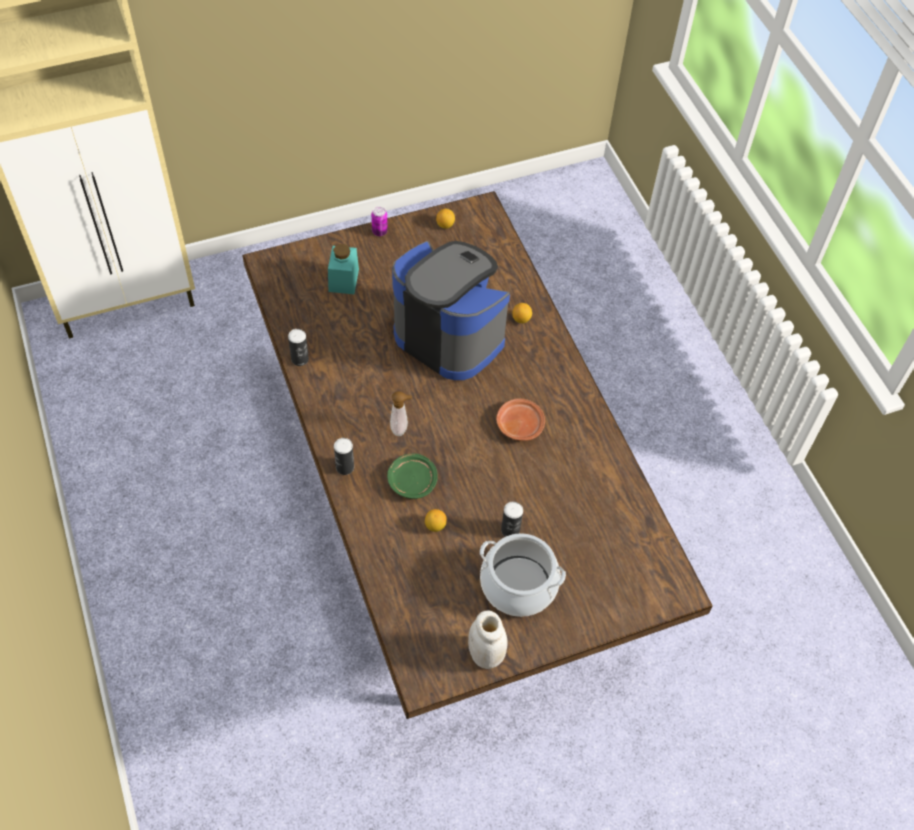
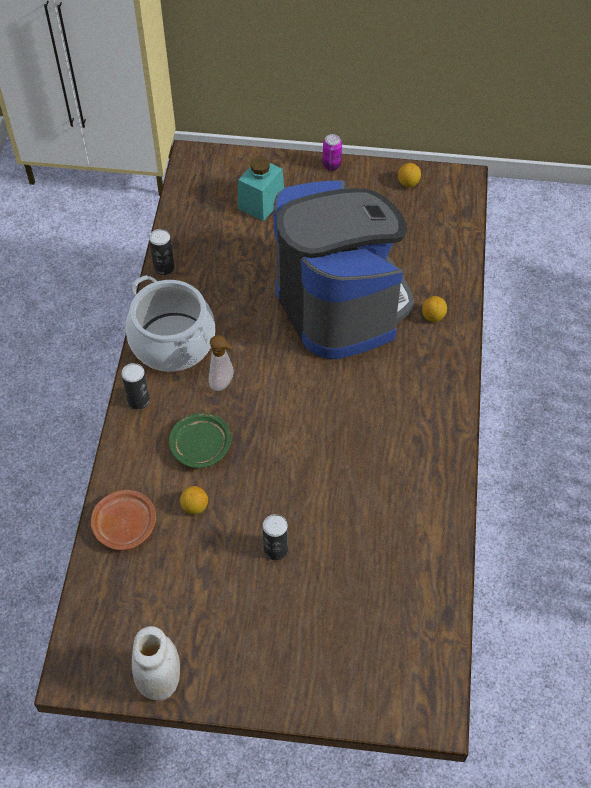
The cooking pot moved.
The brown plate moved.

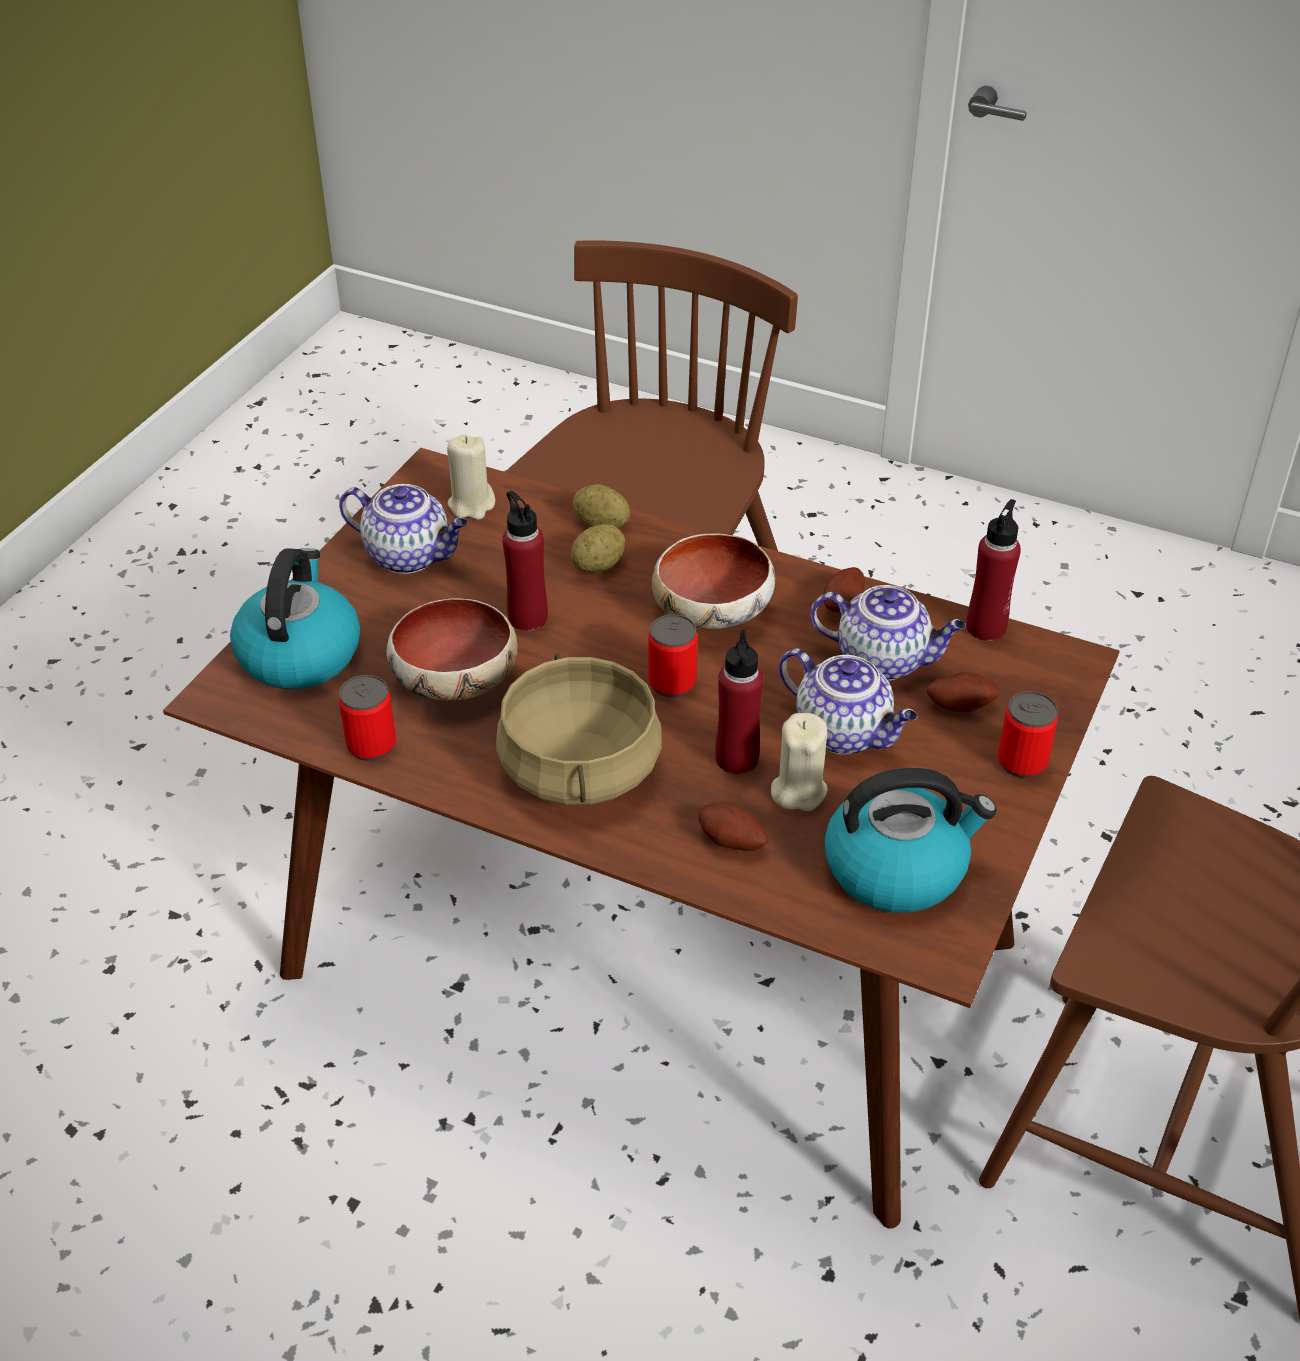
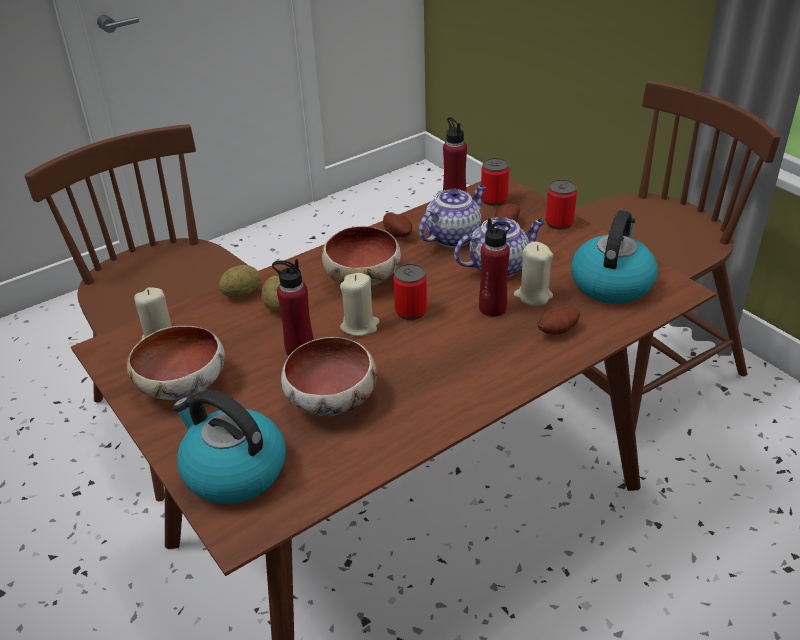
The teapot (no. 1 from left) was replaced by the bowl (no. 1 from left).
The can (no. 1 from left in the first image) moved.
The beige cooking pot disappeared.
The beige candle (no. 2 from left) appeared.

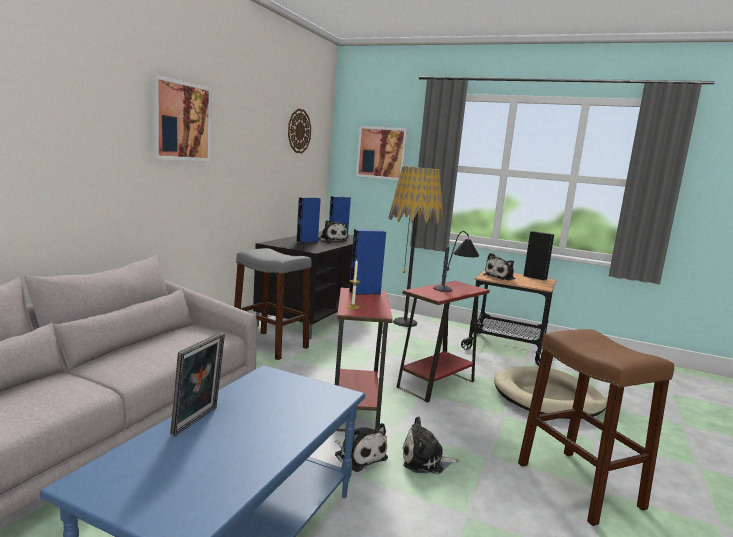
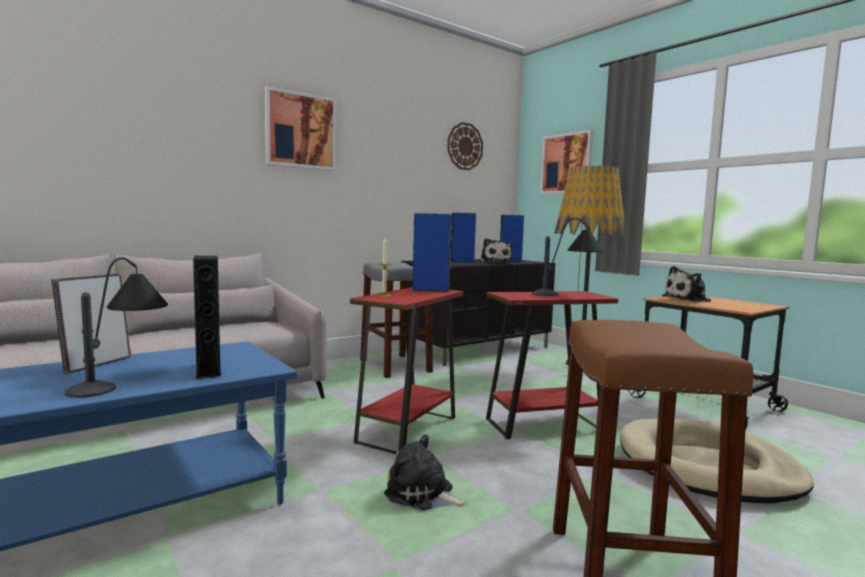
The picture frame turned 150 degrees clockwise.
The plush toy (no. 2 from left) disappeared.
The black speaker moved.
The table lamp (no. 1 from left) appeared.

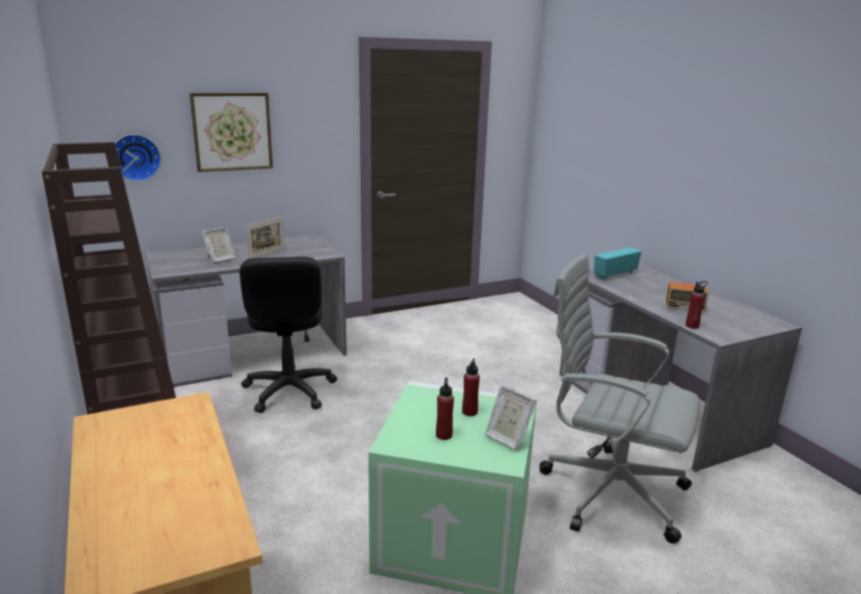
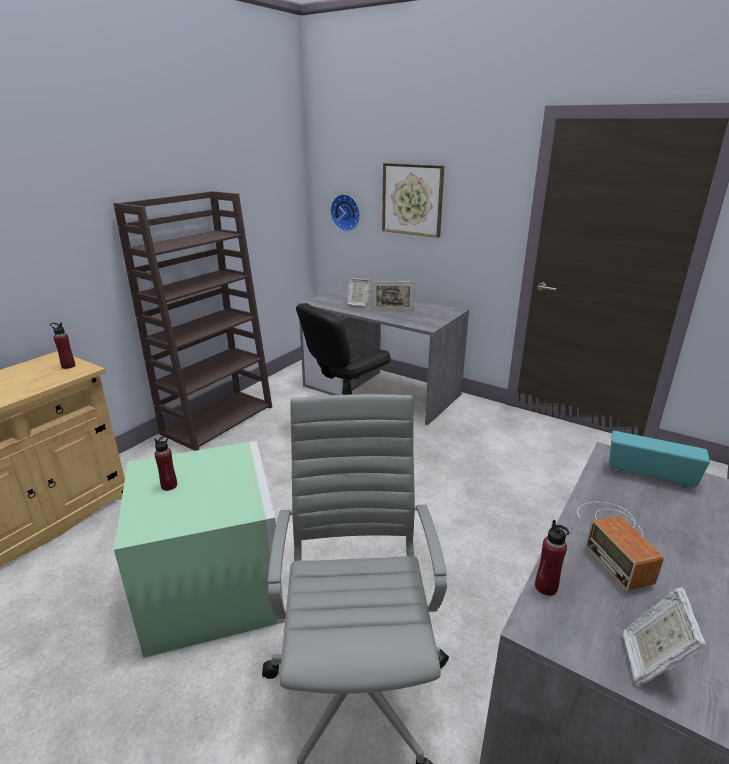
The red bottle (no. 2 from left in the first image) moved.
The picture frame (no. 3 from left) moved.

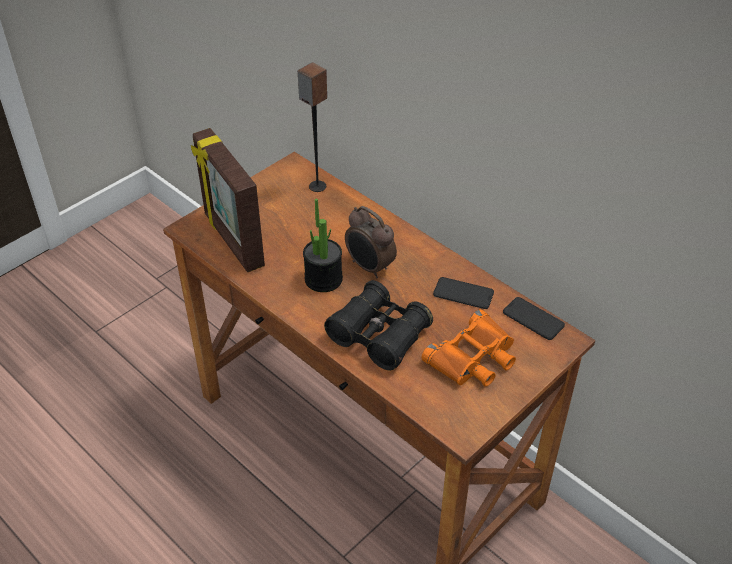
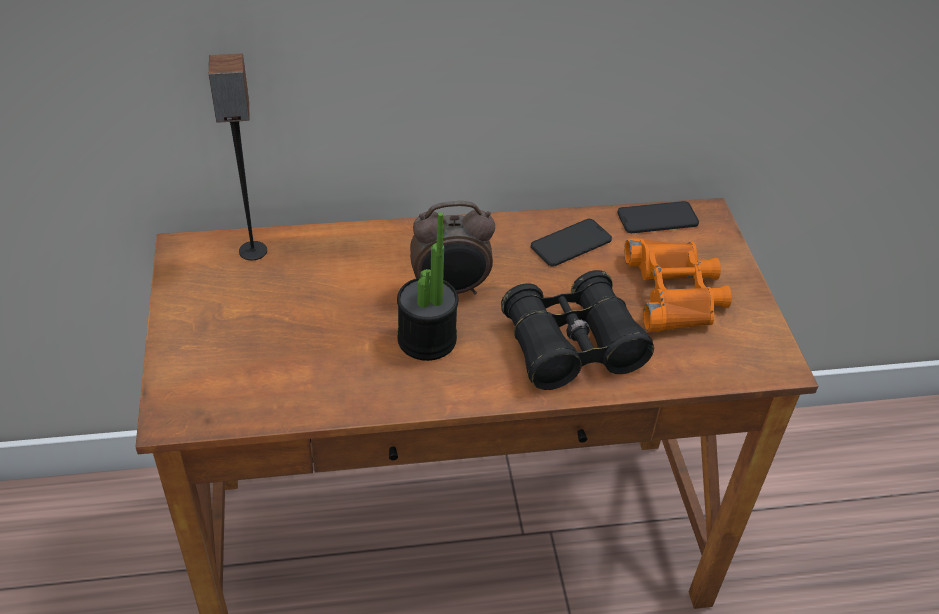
The picture frame disappeared.

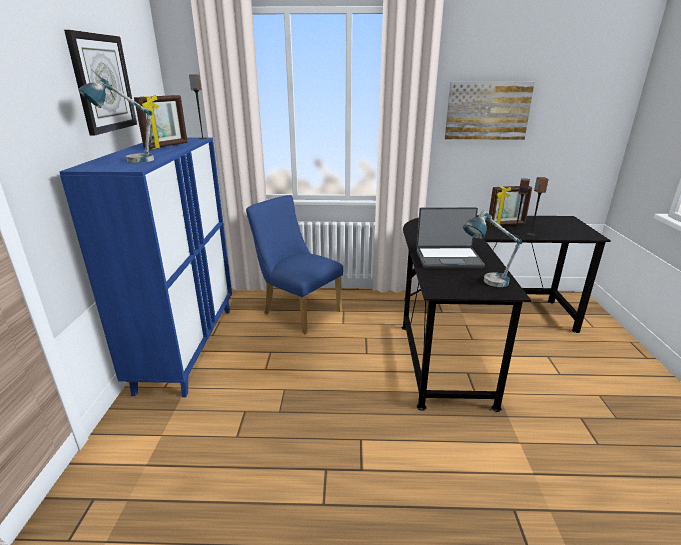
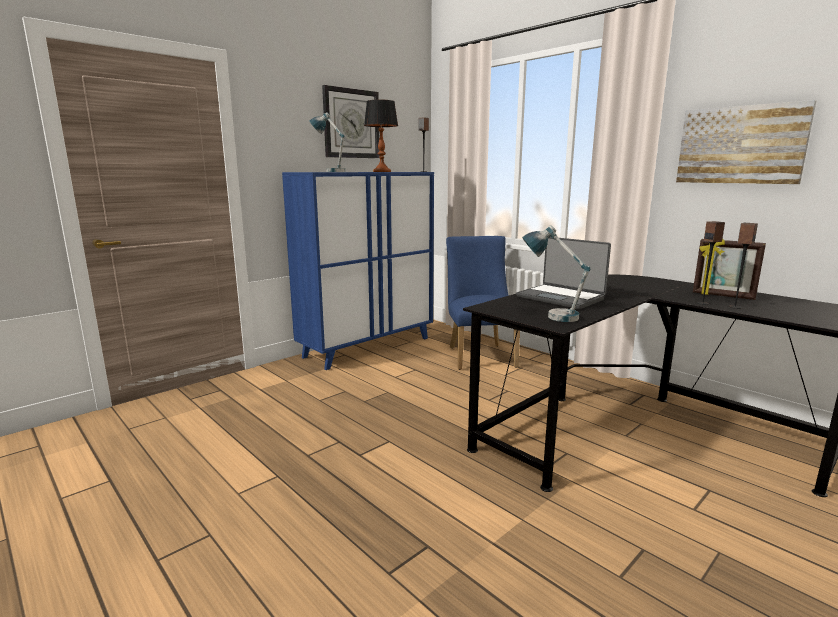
The picture frame (no. 1 from left) was replaced by the table lamp (no. 2 from left).

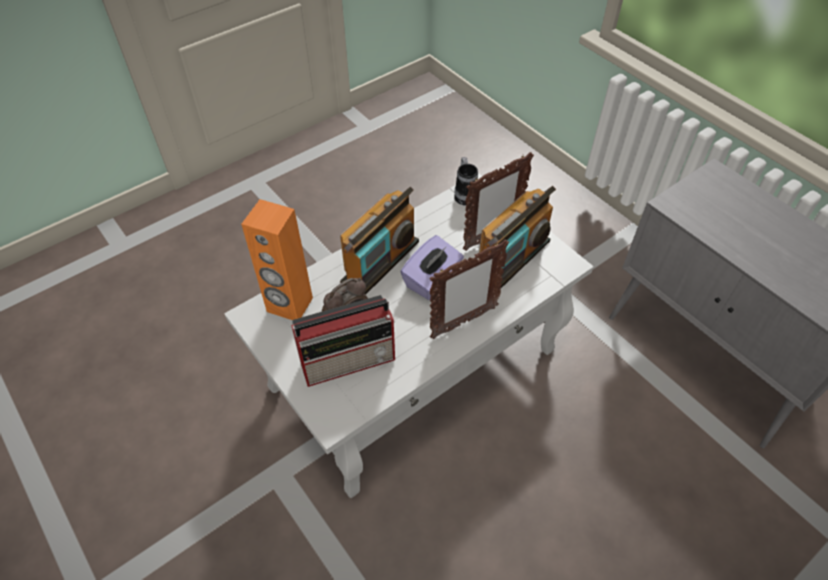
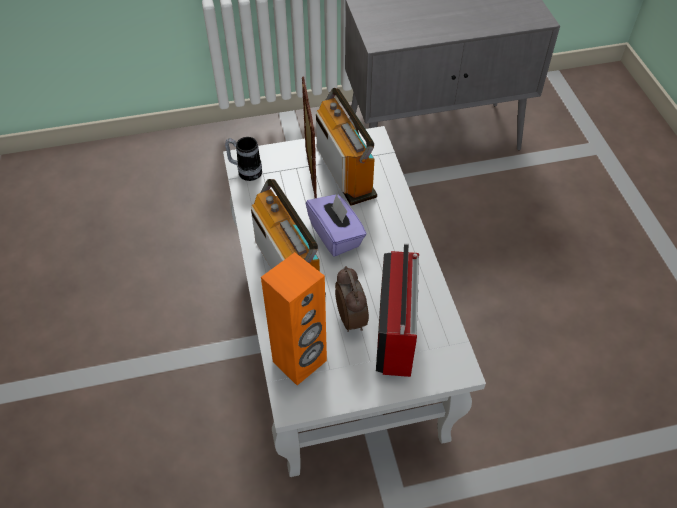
The picture frame (no. 1 from left) disappeared.

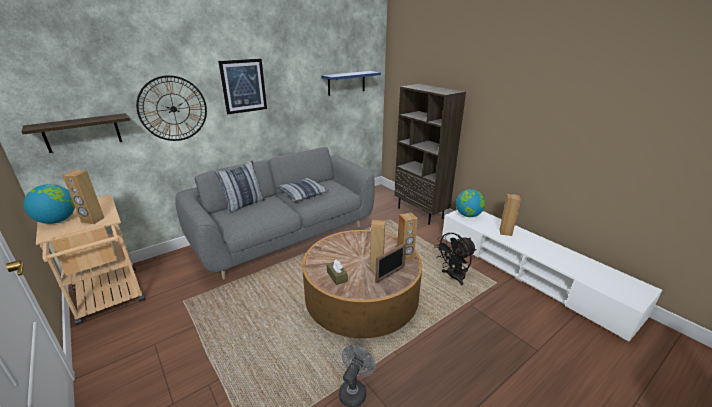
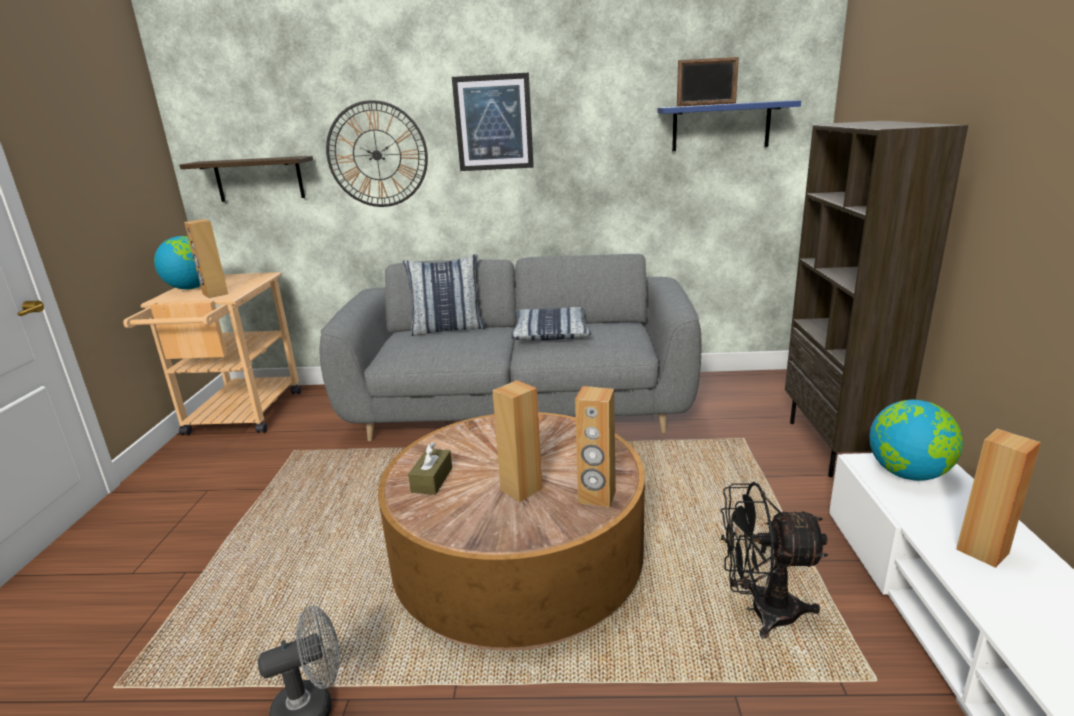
The picture frame moved.

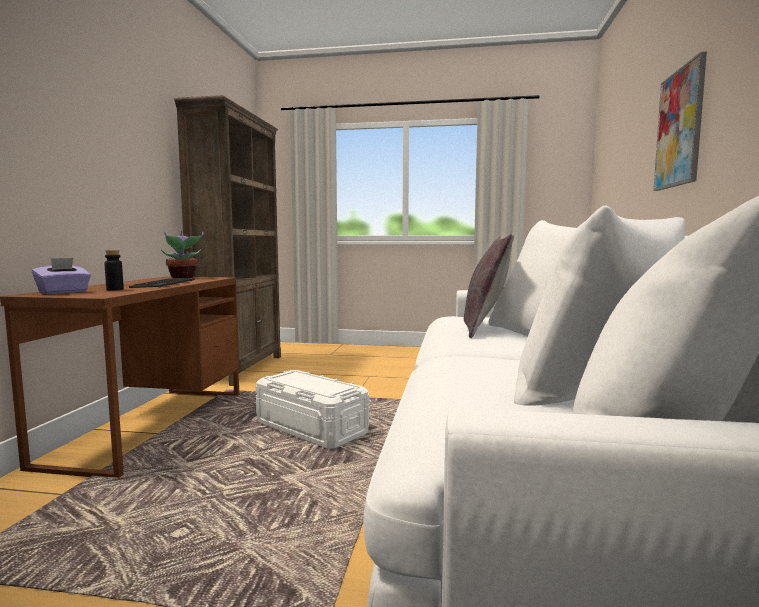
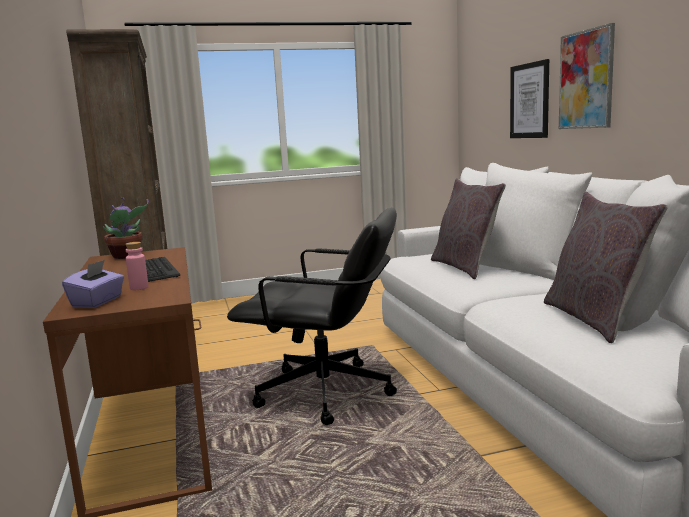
The black bottle became the pink bottle.
The white storage box was replaced by the black office chair.
The picture (no. 1 from left) appeared.
The grey pillow (no. 2 from left) appeared.

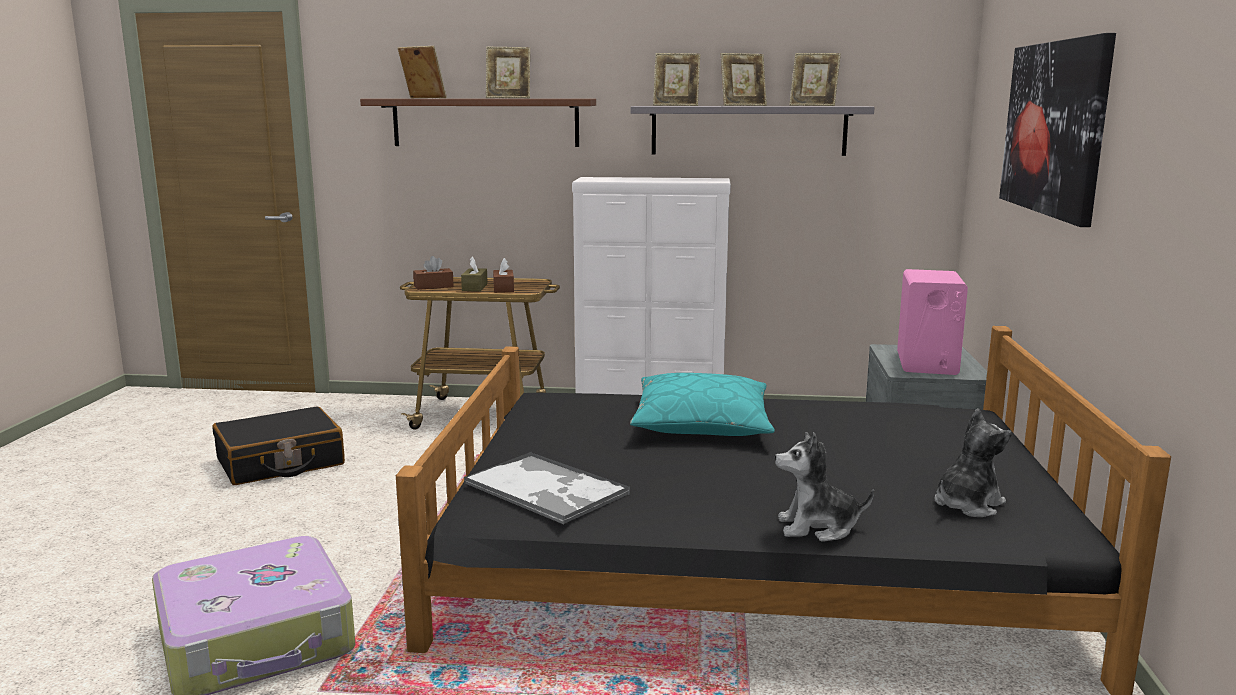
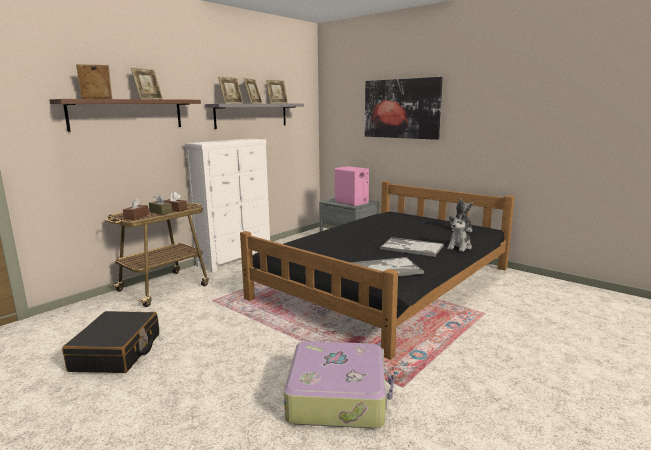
The turquoise pillow disappeared.
The tray (no. 2 from left) appeared.

